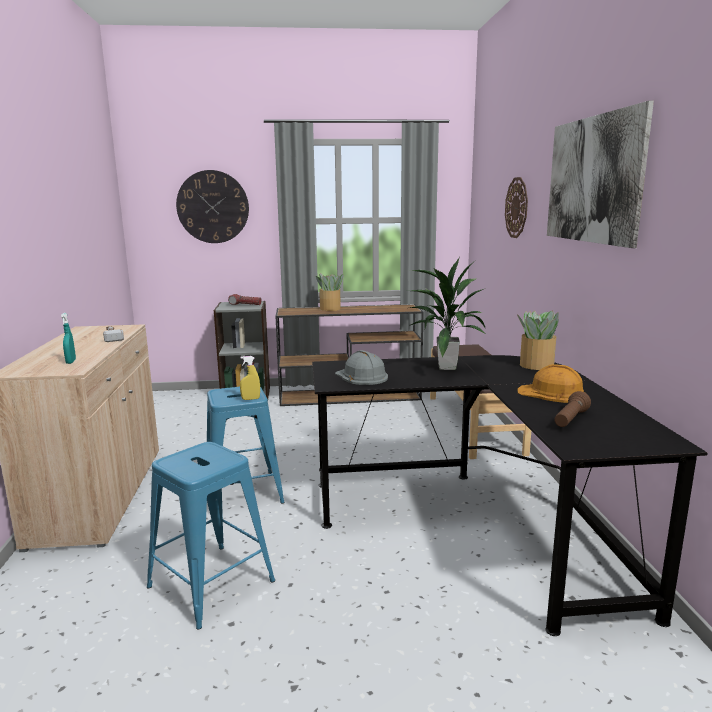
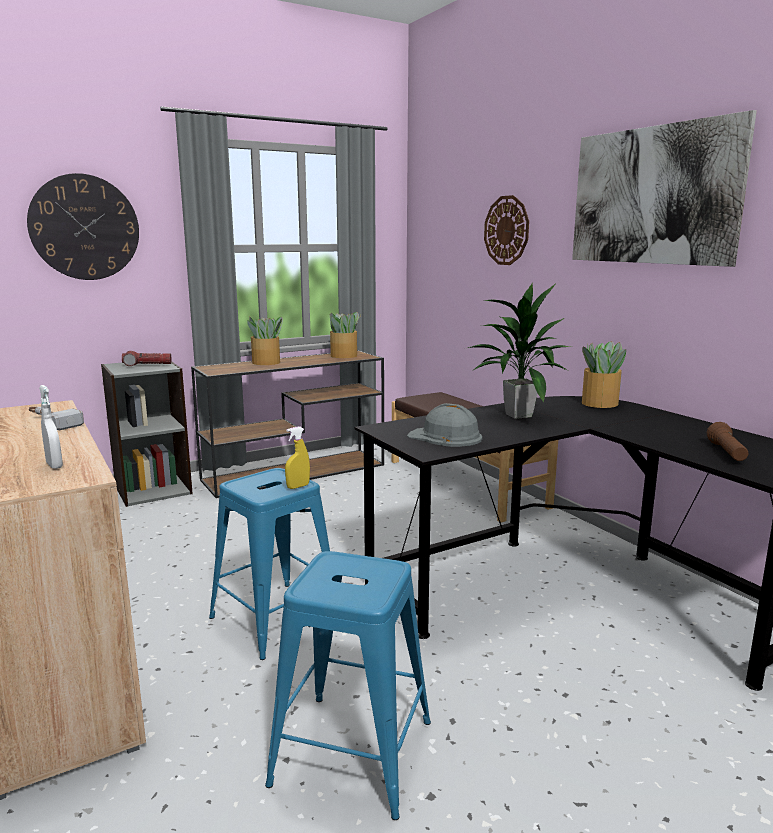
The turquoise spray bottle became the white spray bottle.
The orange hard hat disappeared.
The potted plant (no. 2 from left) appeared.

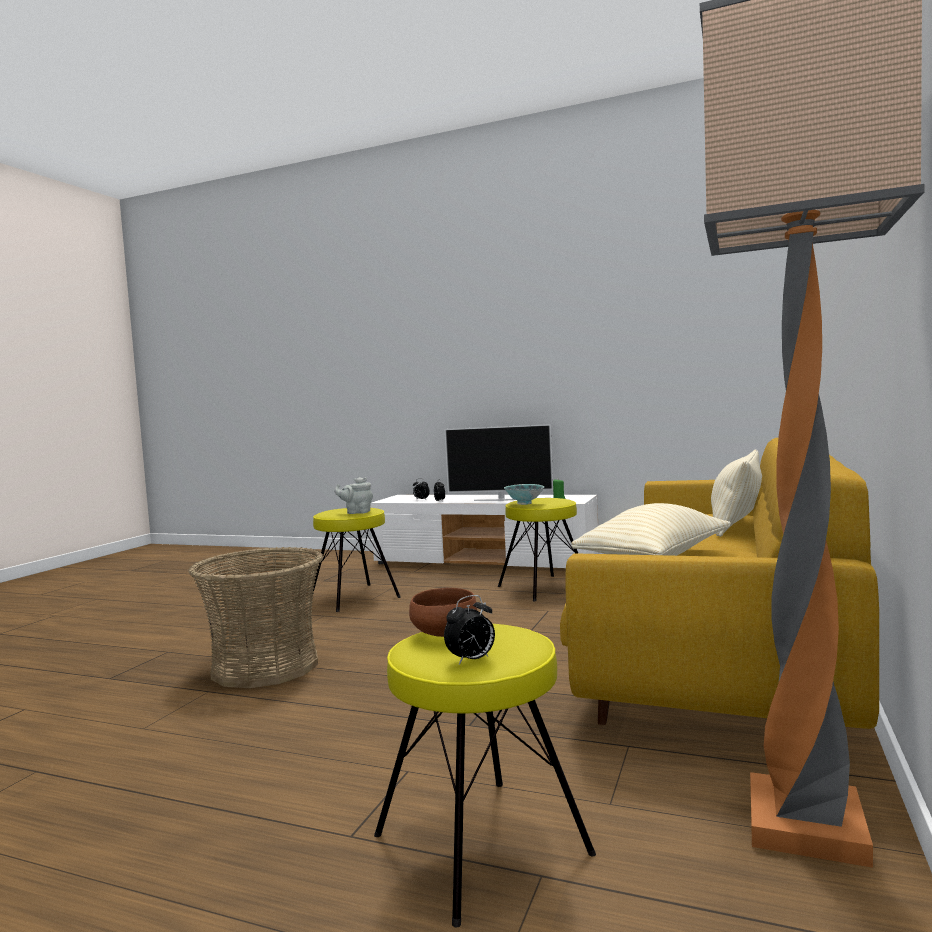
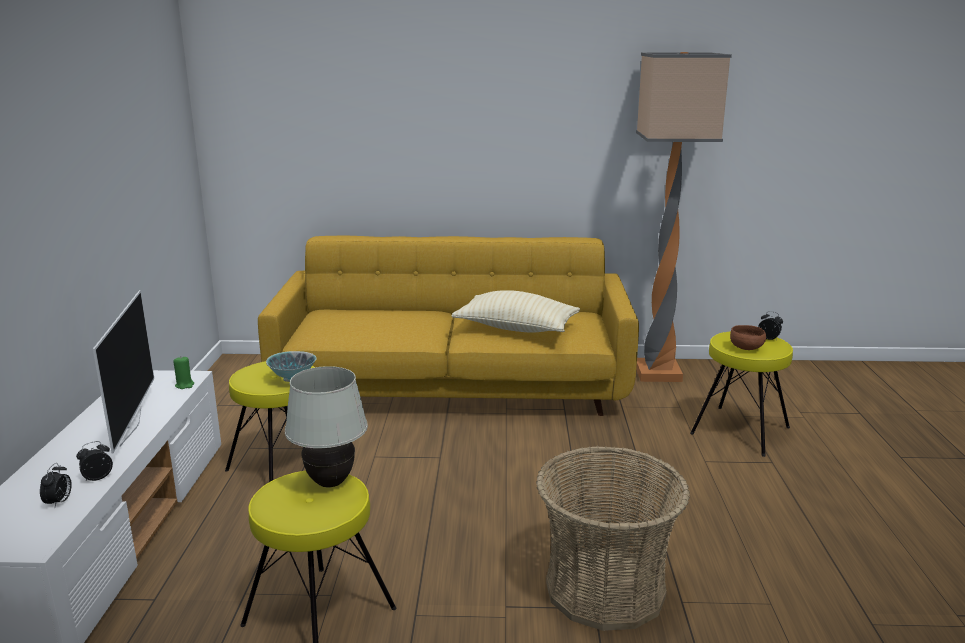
The grey teapot was replaced by the white table lamp.
The beige pillow (no. 2 from left) disappeared.

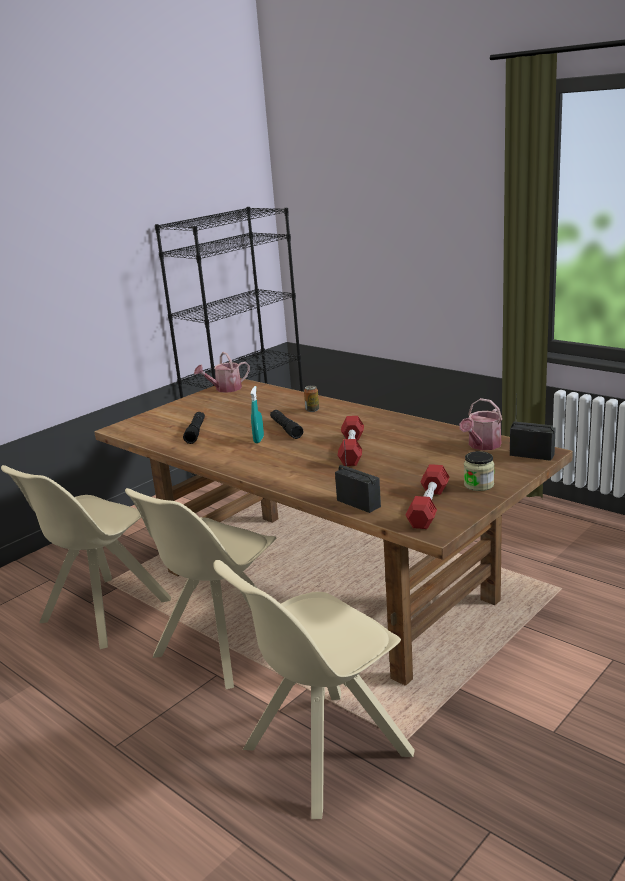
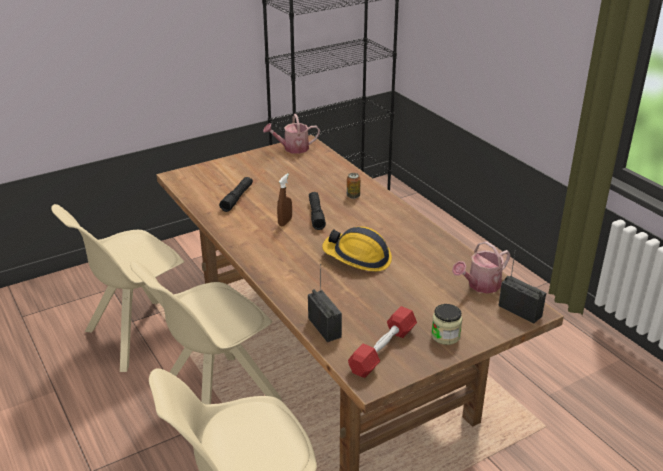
The turquoise spray bottle became the brown spray bottle.
The red dumbbell (no. 1 from left) was replaced by the hard hat.

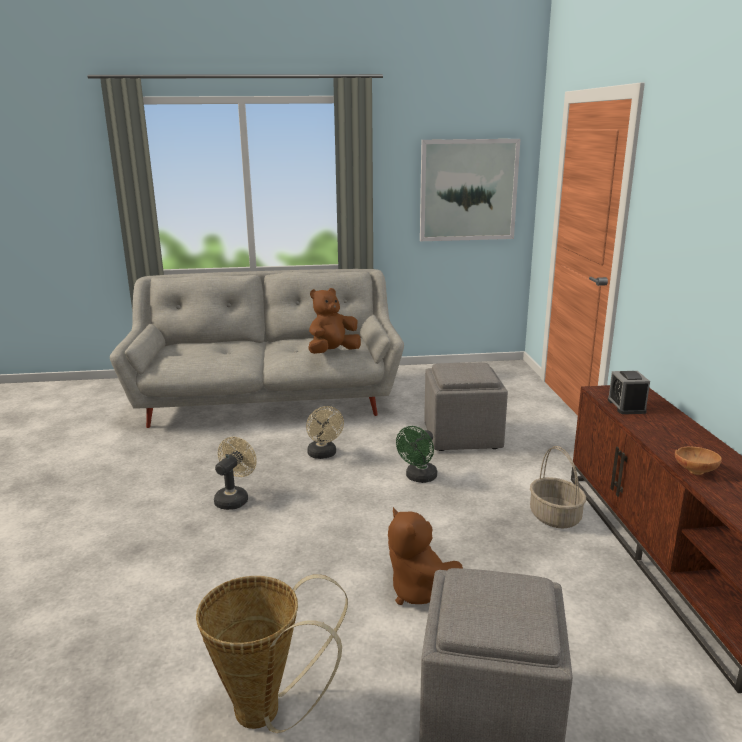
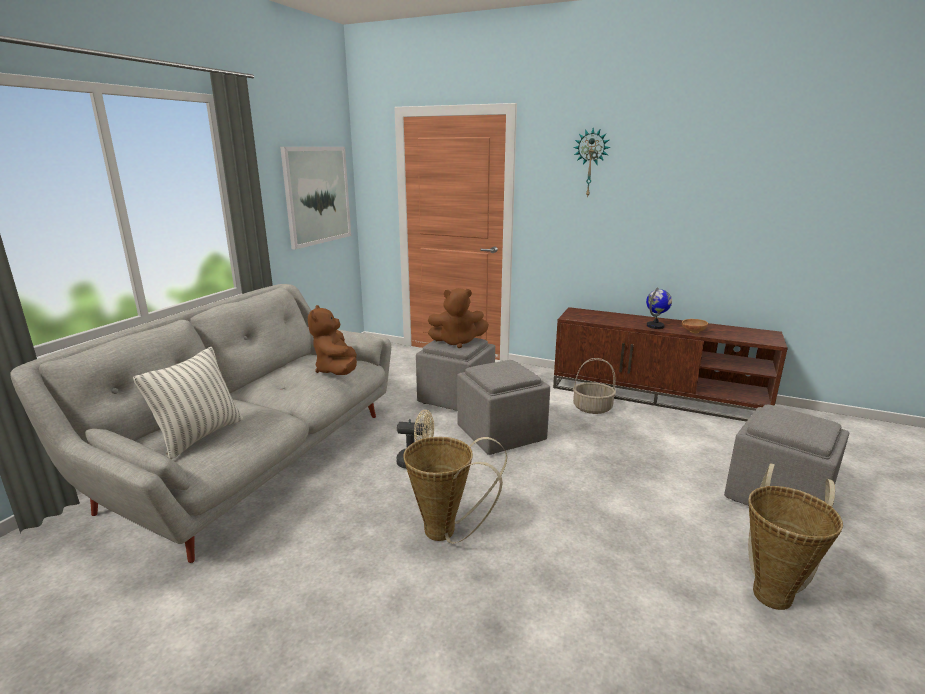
The beige fan (no. 1 from left) was replaced by the basket (no. 1 from left).
The brown plush toy (no. 2 from left) moved.
The green fan was replaced by the grey ottoman (no. 2 from left).
The alarm clock disappeared.
The pillow appeared.
The wall clock appeared.
The globe appeared.

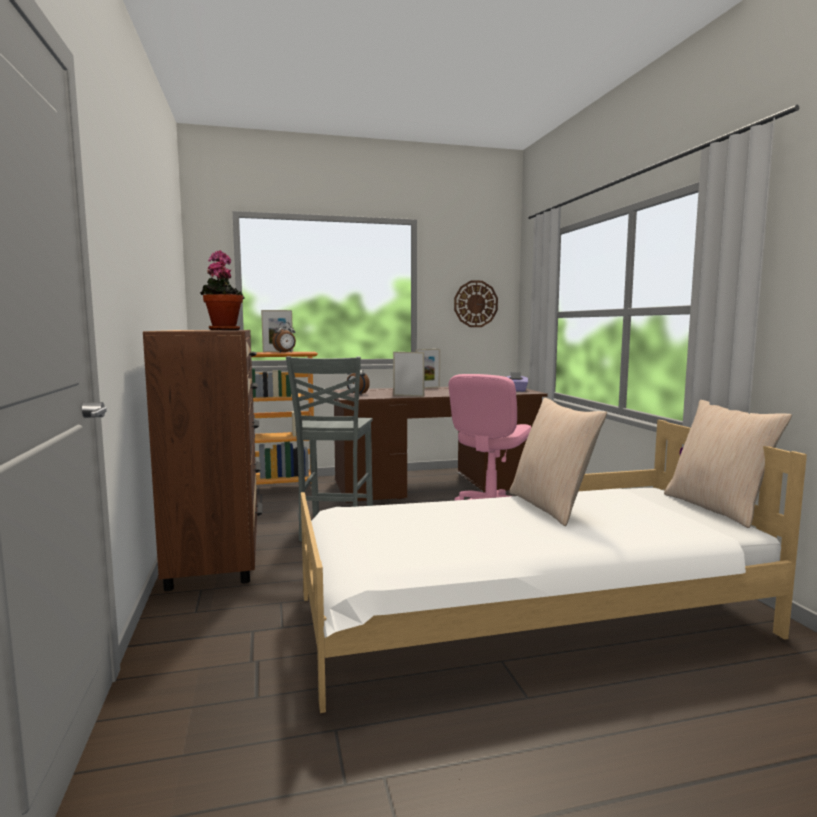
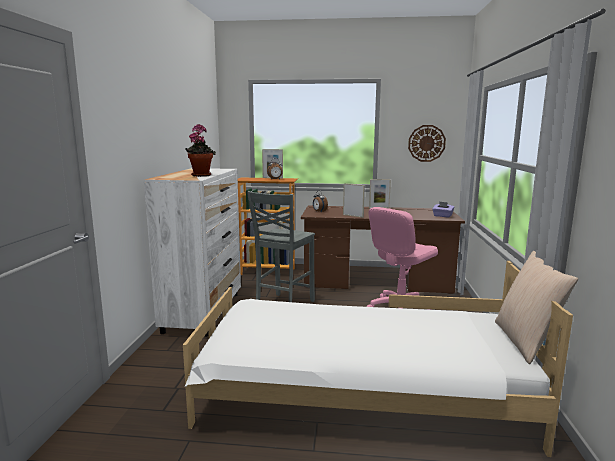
The brown dresser became the white dresser.
The beige pillow (no. 1 from left) disappeared.

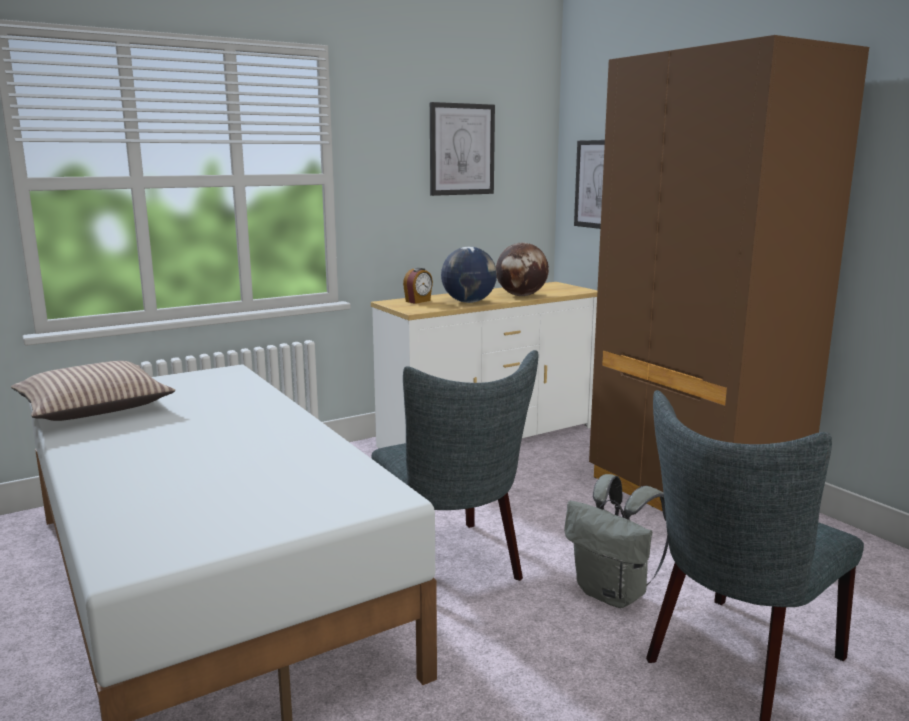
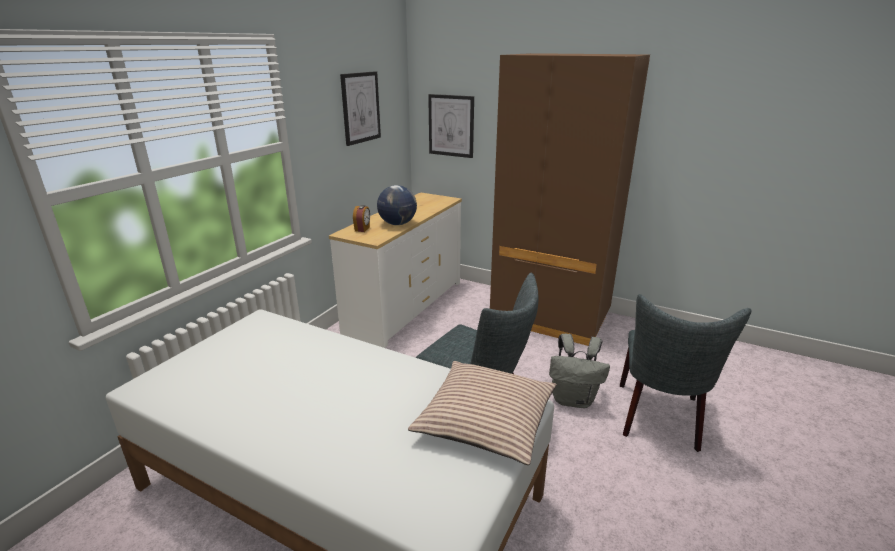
The pillow moved.
The globe (no. 2 from left) disappeared.

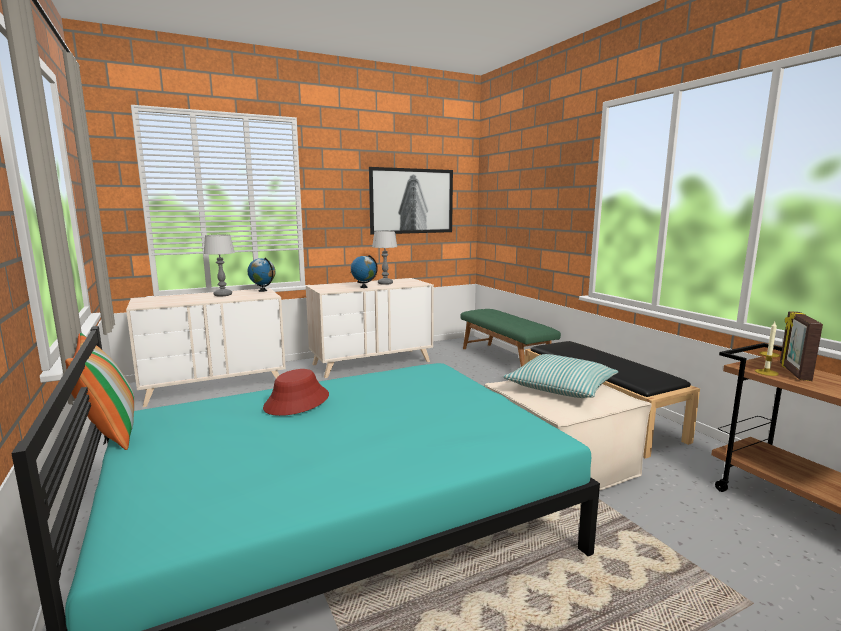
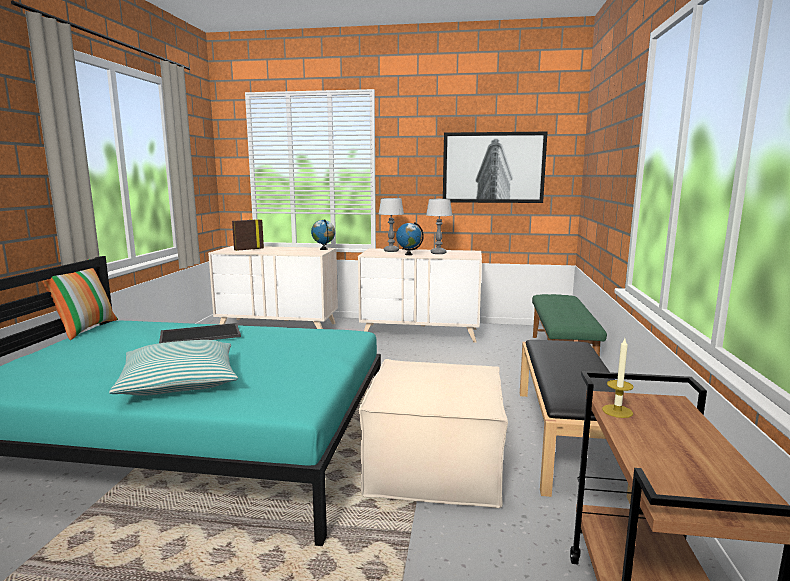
The table lamp (no. 1 from left) moved.
The red hat was replaced by the tray.
The pillow (no. 2 from left) moved.
The picture frame moved.

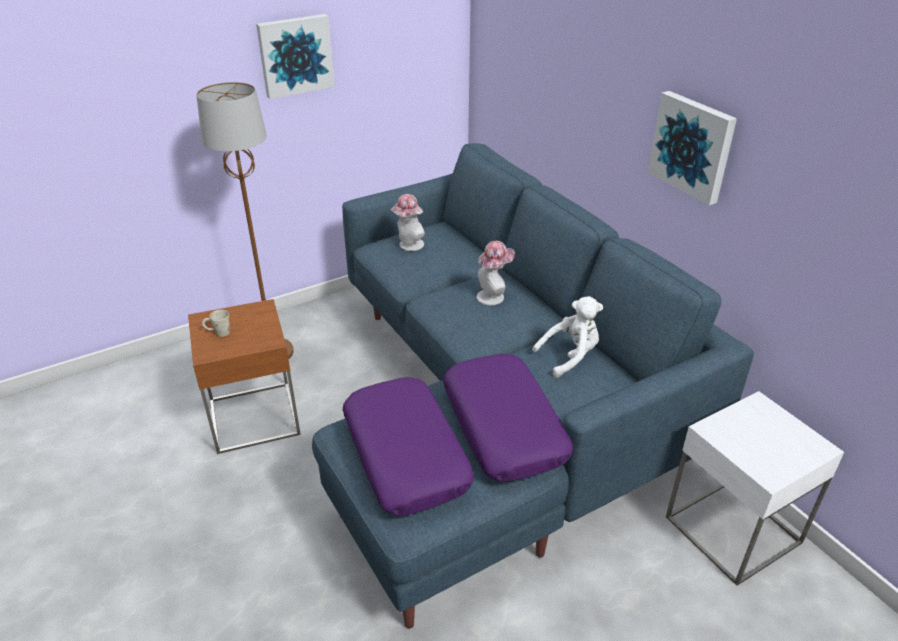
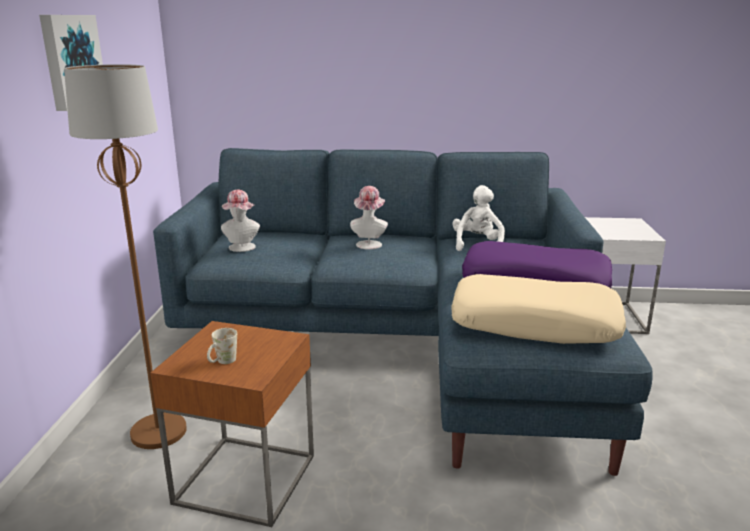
The purple pillow (no. 1 from left) became the beige pillow.
The picture (no. 2 from left) disappeared.

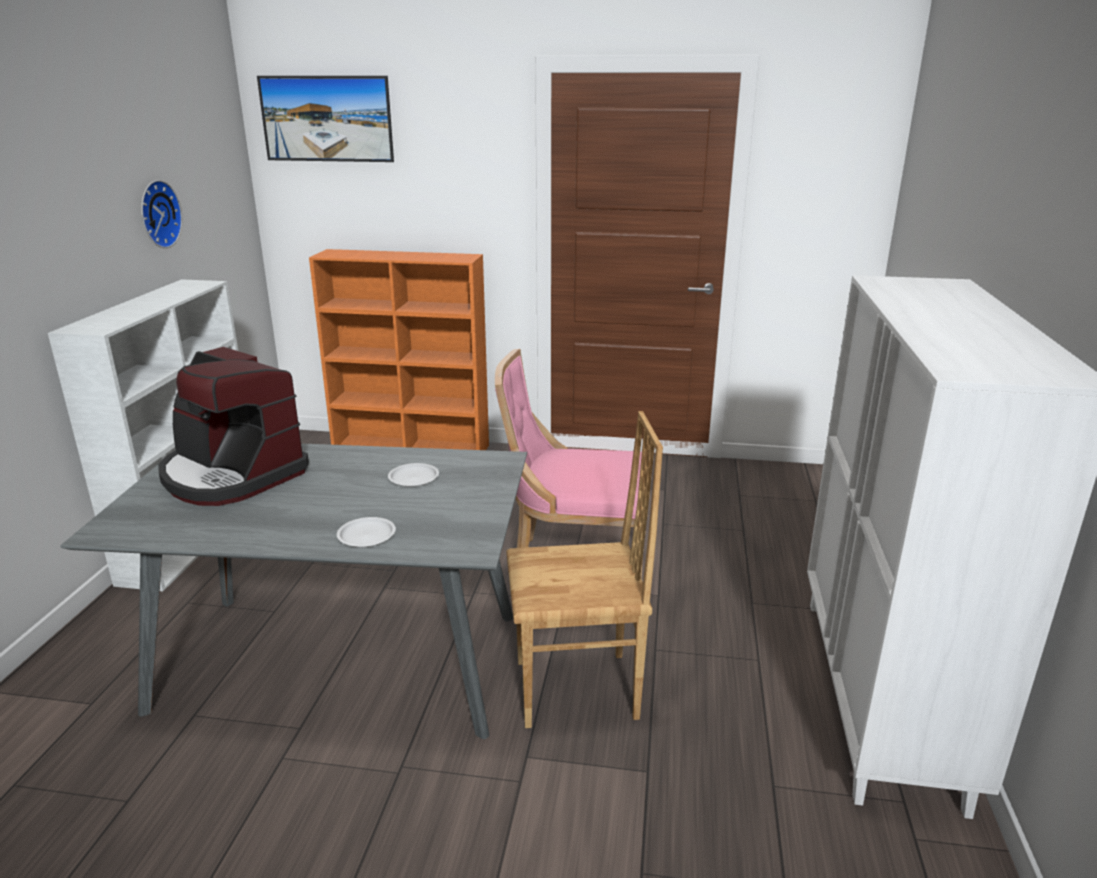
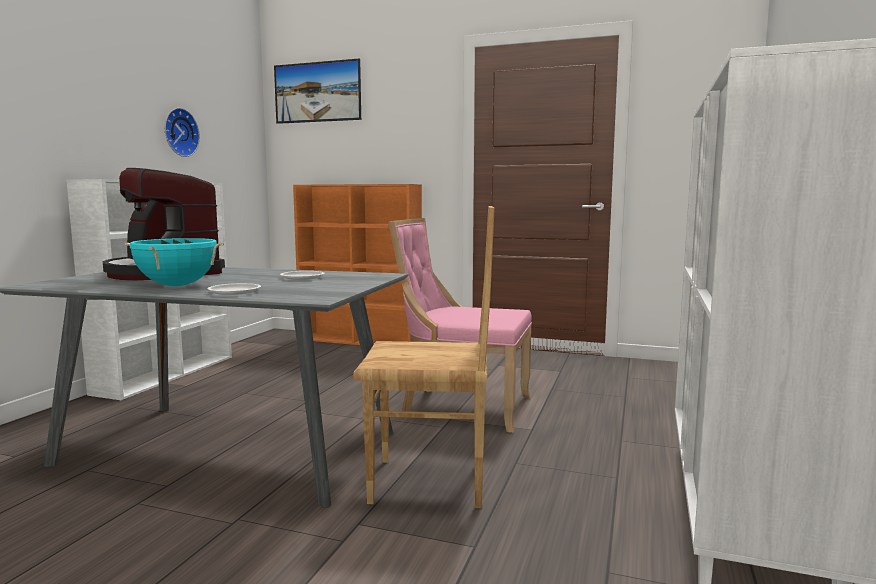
The turquoise cooking pot appeared.

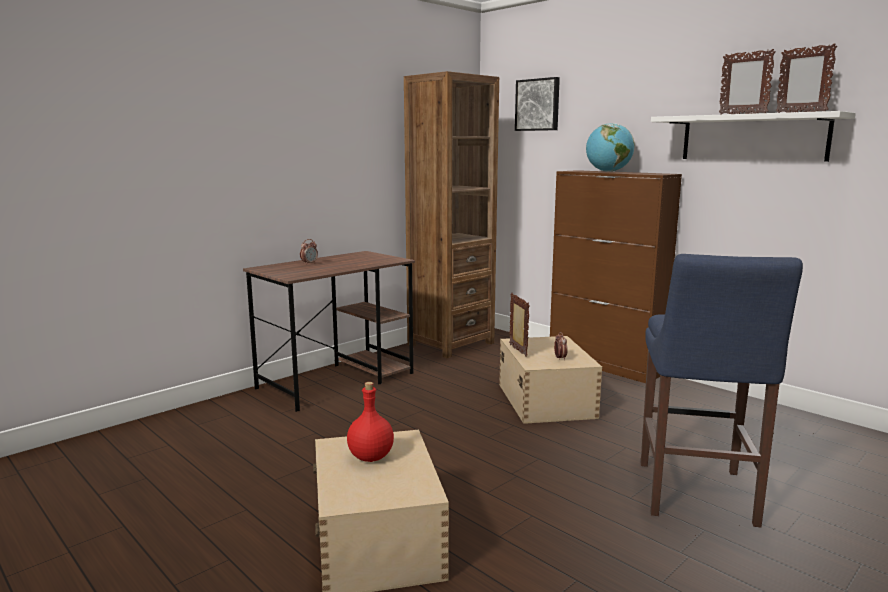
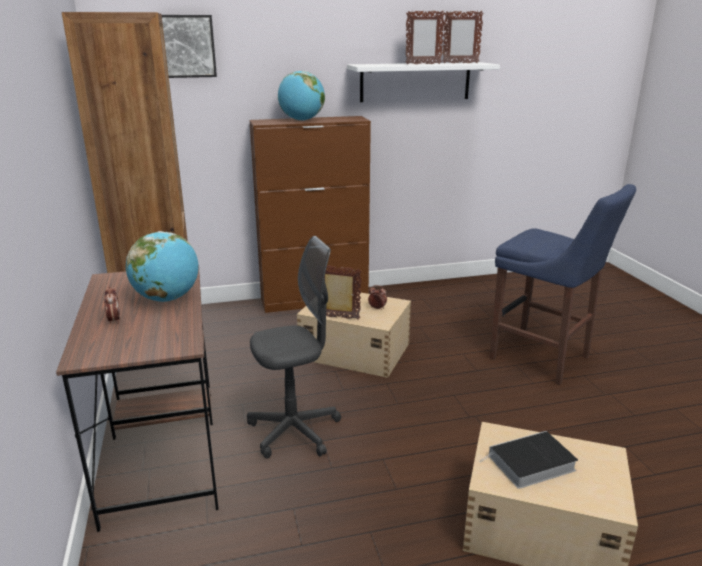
The red bottle was replaced by the book.
The globe (no. 1 from left) appeared.
The grey office chair appeared.

